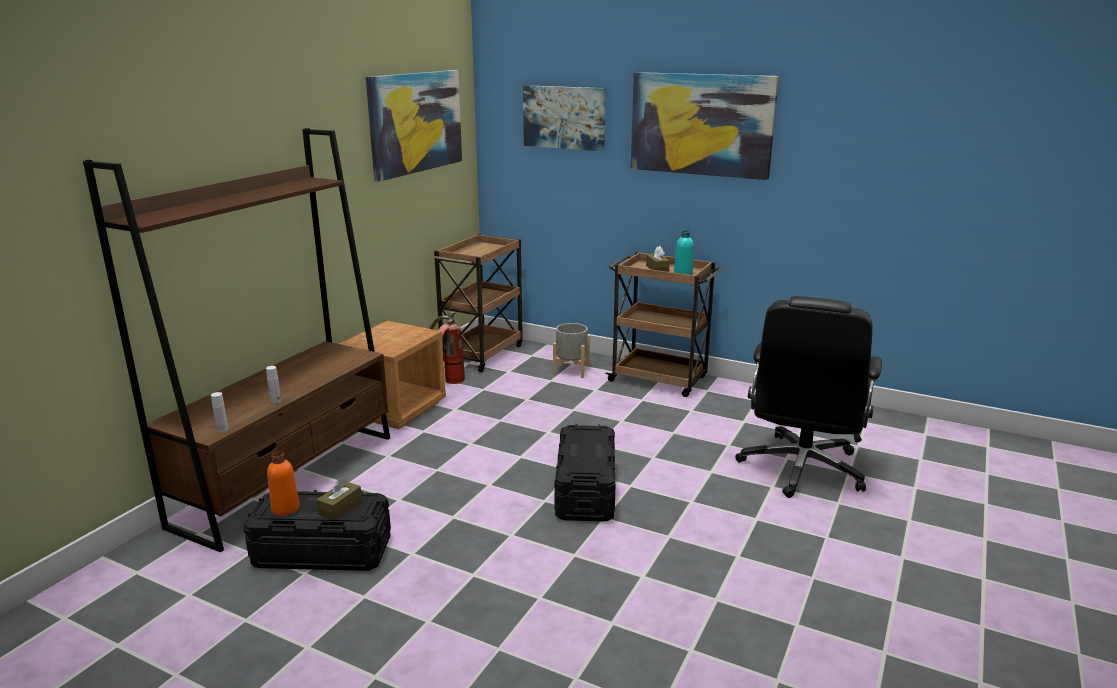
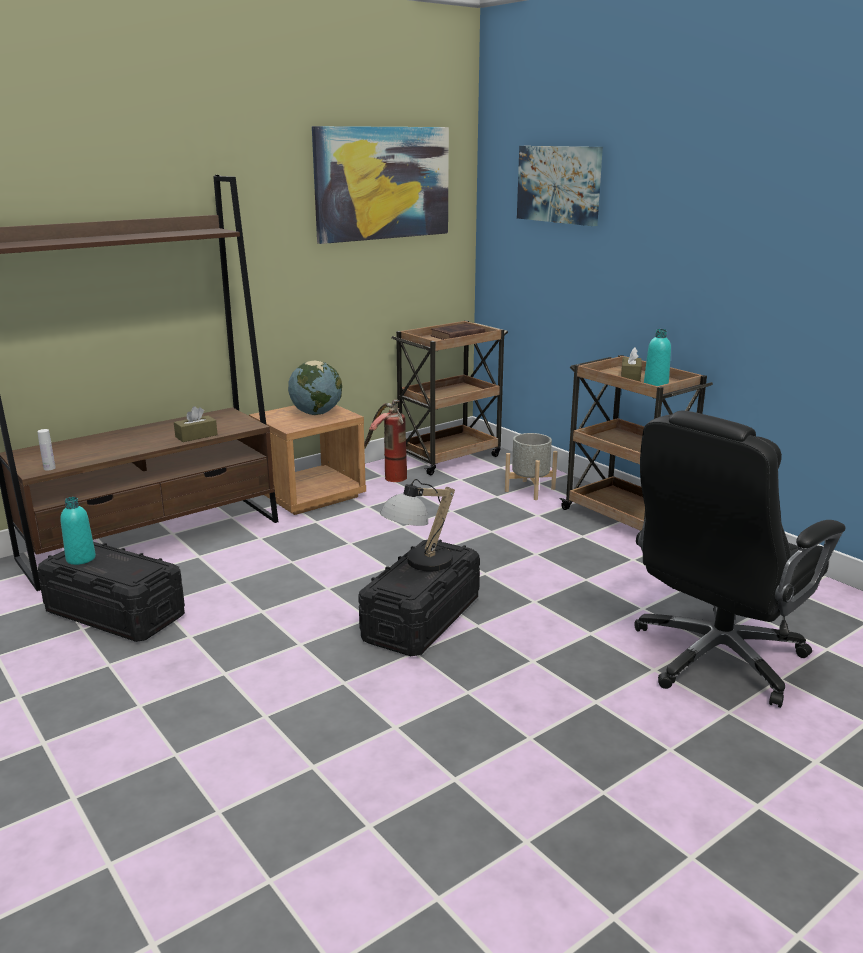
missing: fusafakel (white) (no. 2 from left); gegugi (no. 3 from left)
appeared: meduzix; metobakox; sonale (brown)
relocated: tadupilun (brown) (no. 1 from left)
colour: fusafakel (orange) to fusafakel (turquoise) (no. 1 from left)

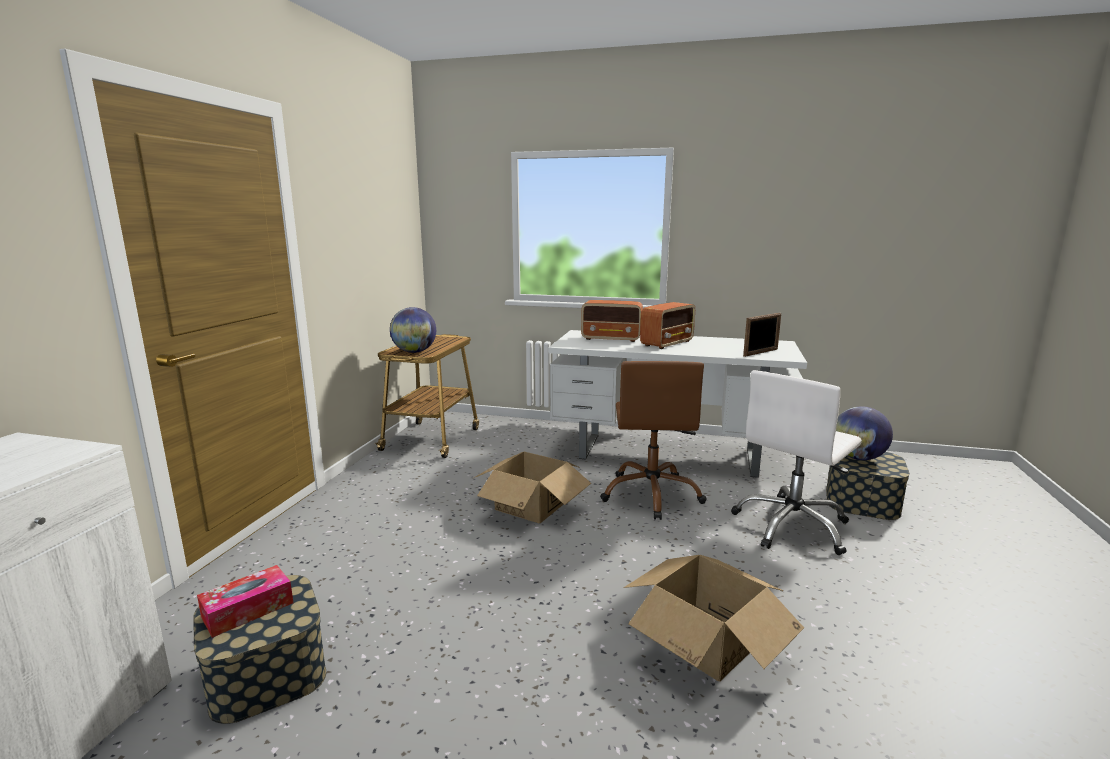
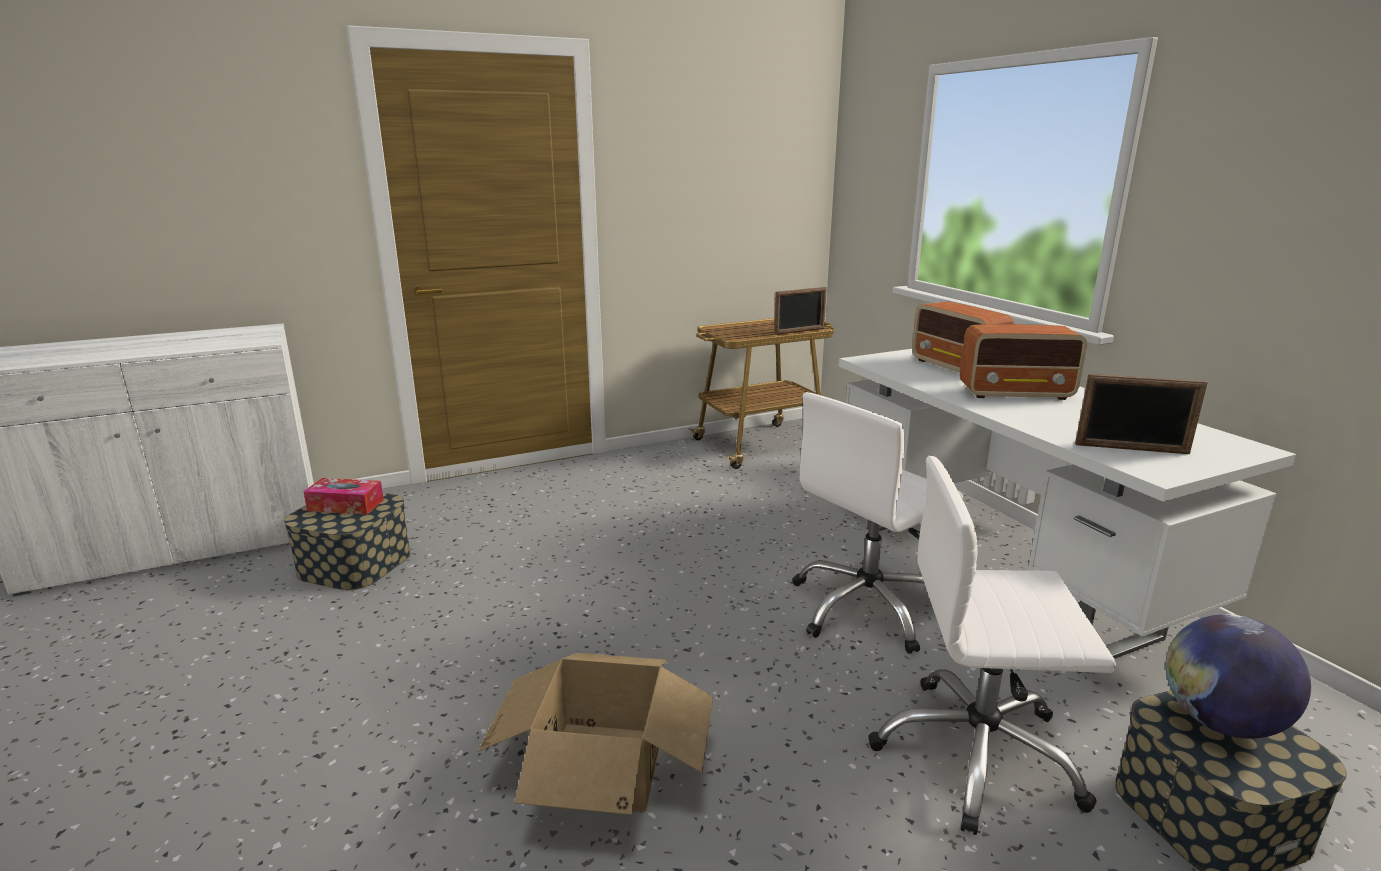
missing: meduzix (no. 1 from left); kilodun (no. 1 from left)
appeared: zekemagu (no. 1 from left)
colour: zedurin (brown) to zedurin (white) (no. 1 from left)

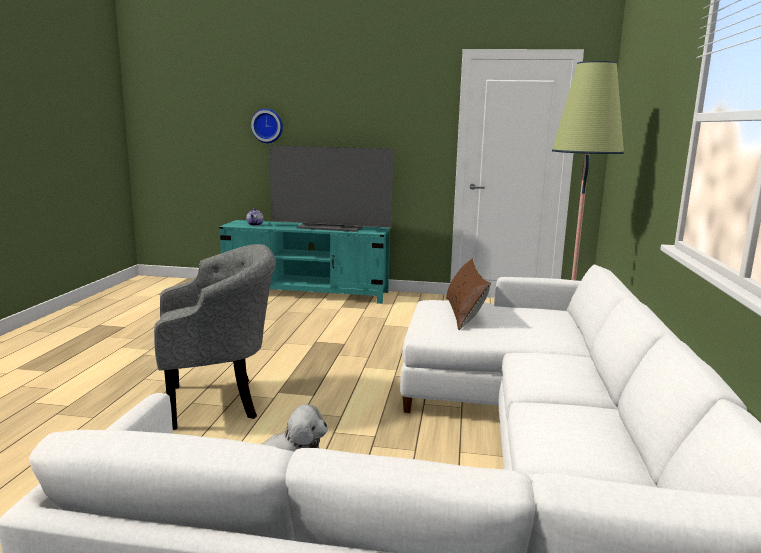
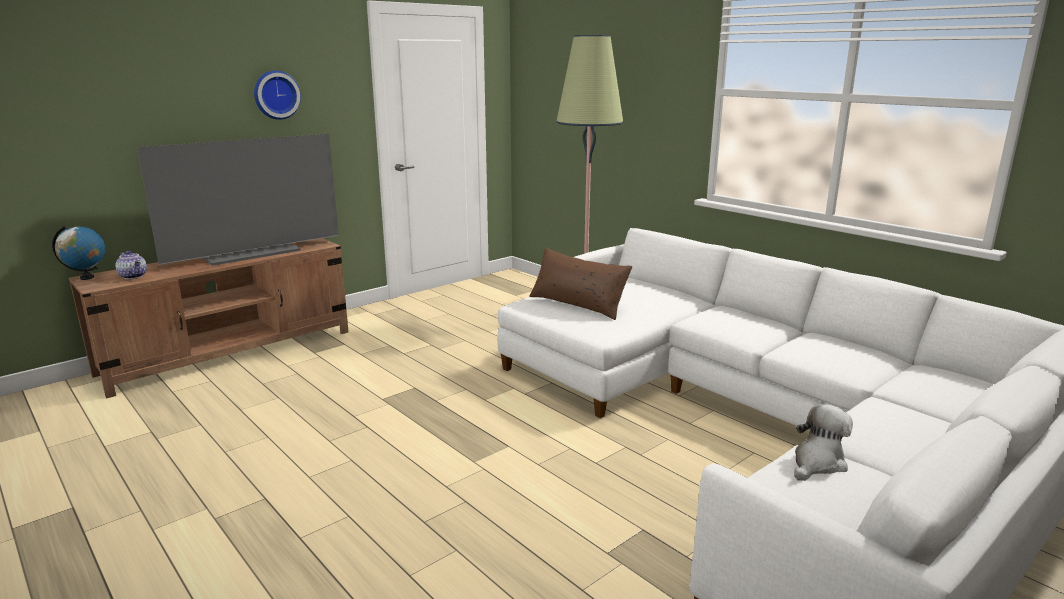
missing: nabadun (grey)
appeared: meduzix
relocated: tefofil
colour: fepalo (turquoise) to fepalo (brown)

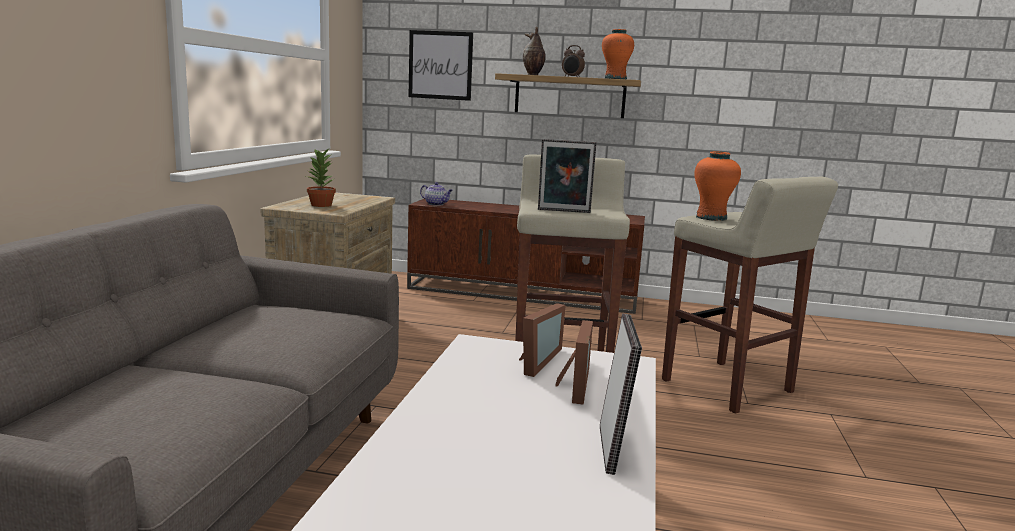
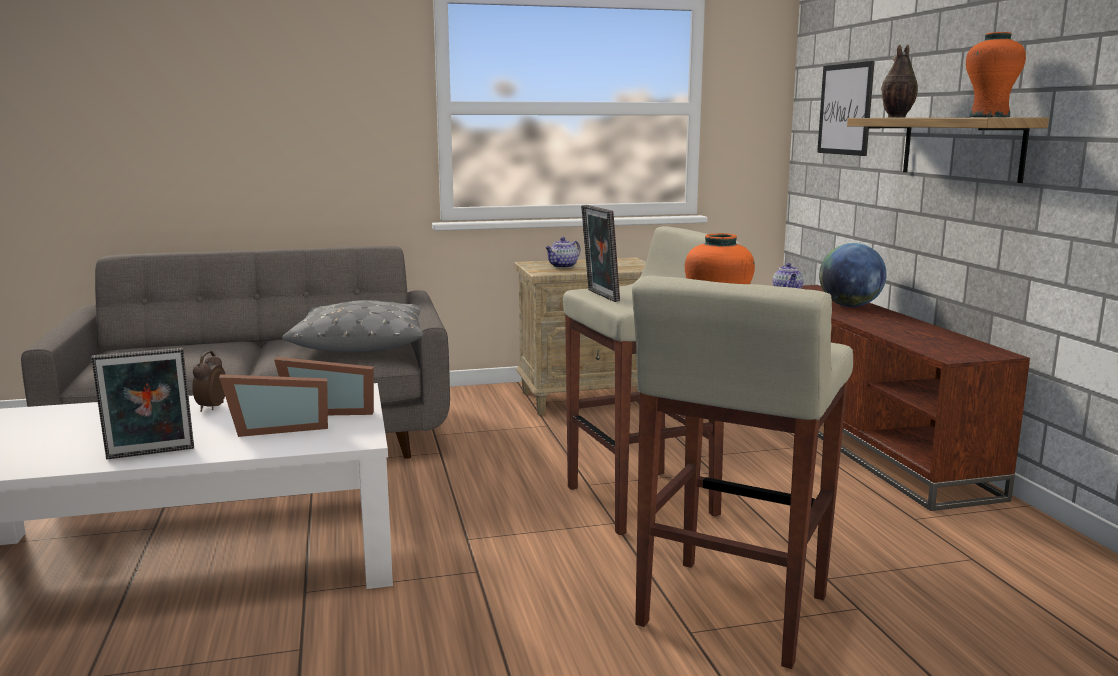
appeared: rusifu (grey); meduzix
relocated: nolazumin
exchanged: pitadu to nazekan (no. 1 from left)

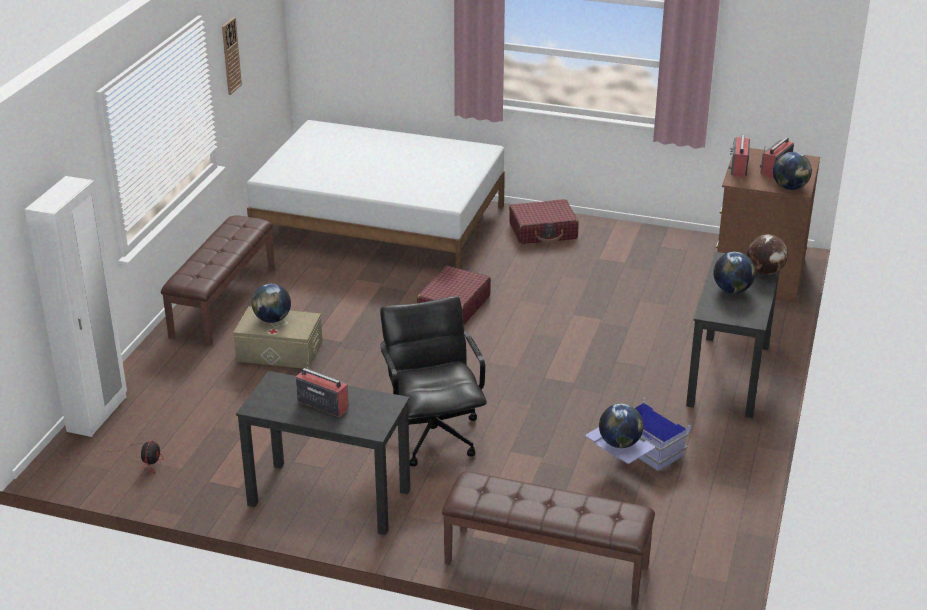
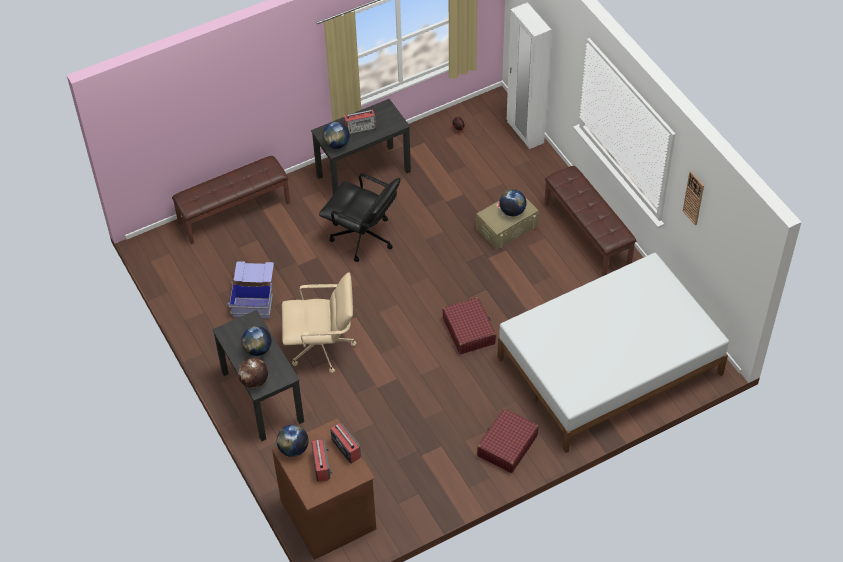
appeared: zedurin (beige)
relocated: meduzix (no. 2 from left in the first image) to meduzix (no. 4 from left)

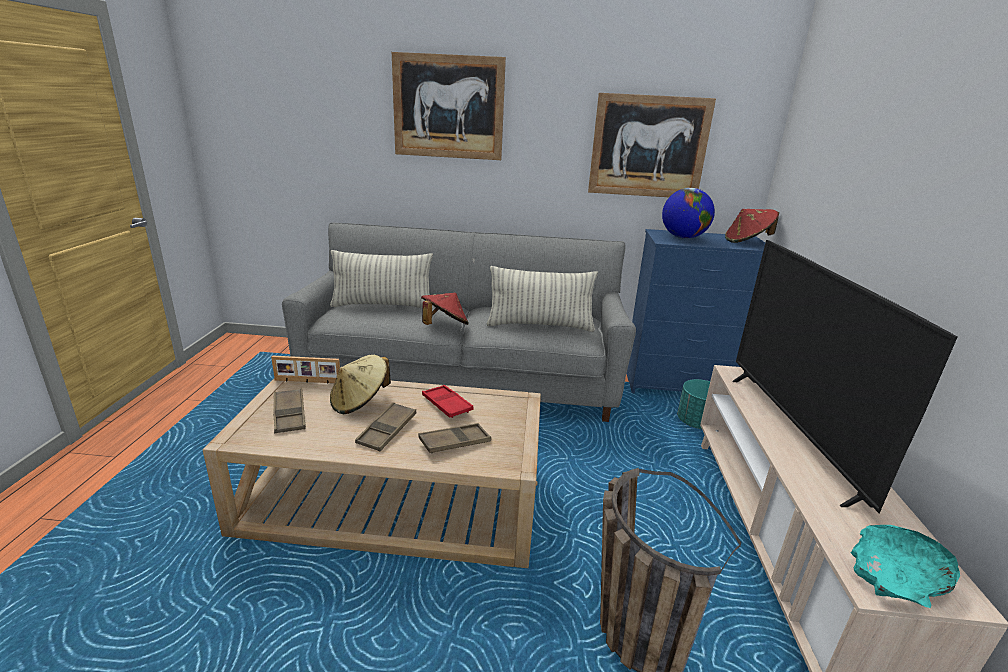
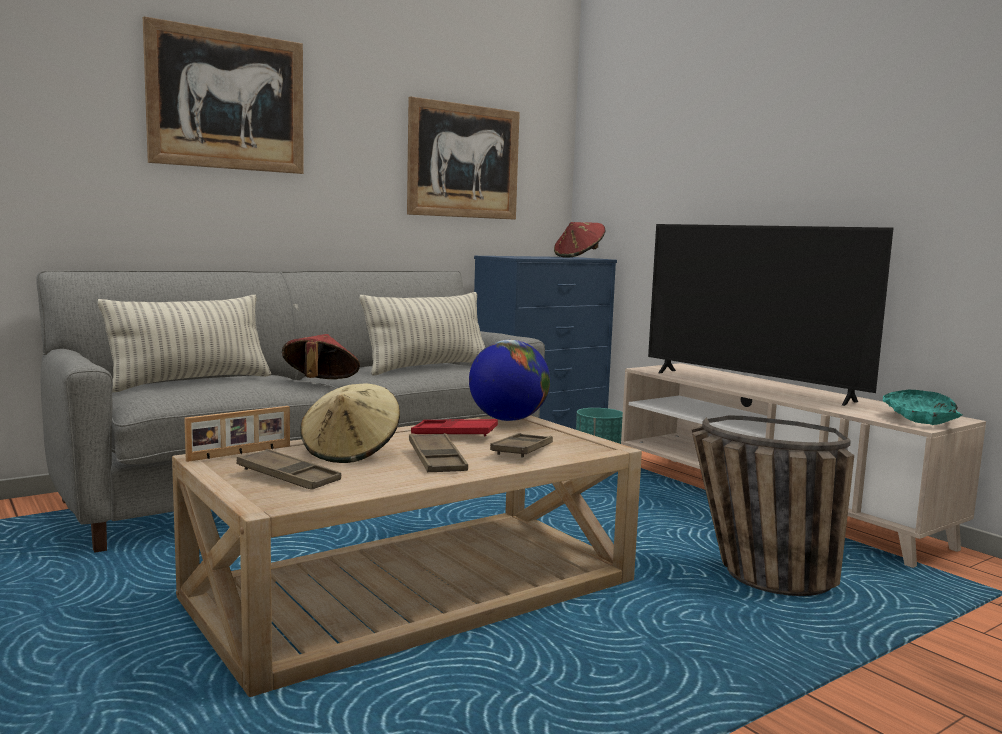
relocated: meduzix

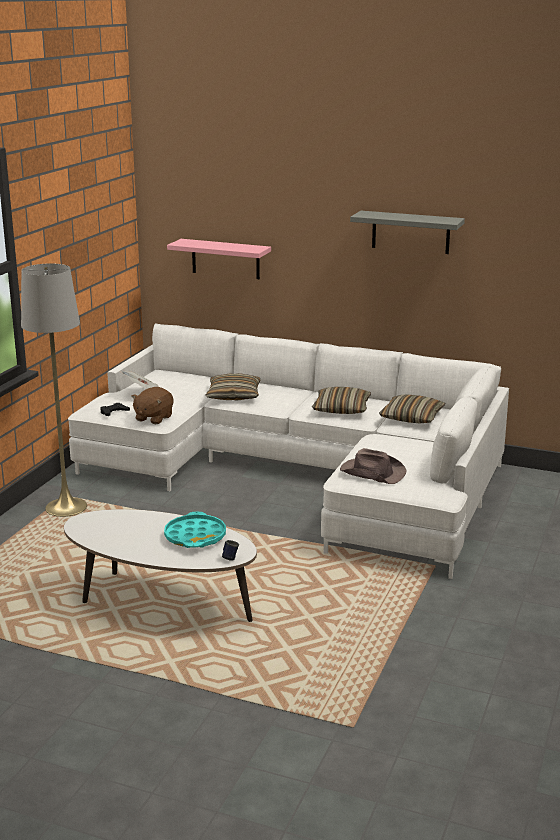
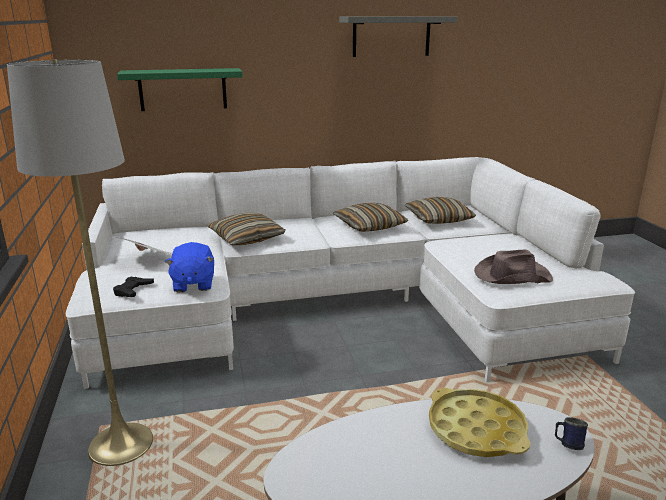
colour: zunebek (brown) to zunebek (blue); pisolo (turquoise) to pisolo (yellow); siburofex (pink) to siburofex (green)

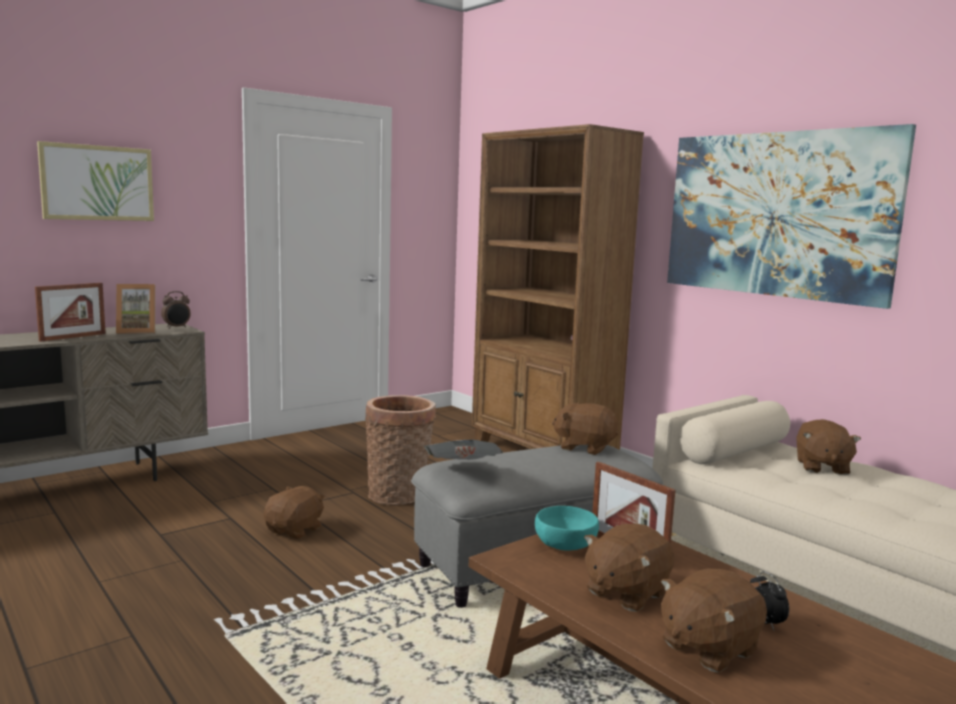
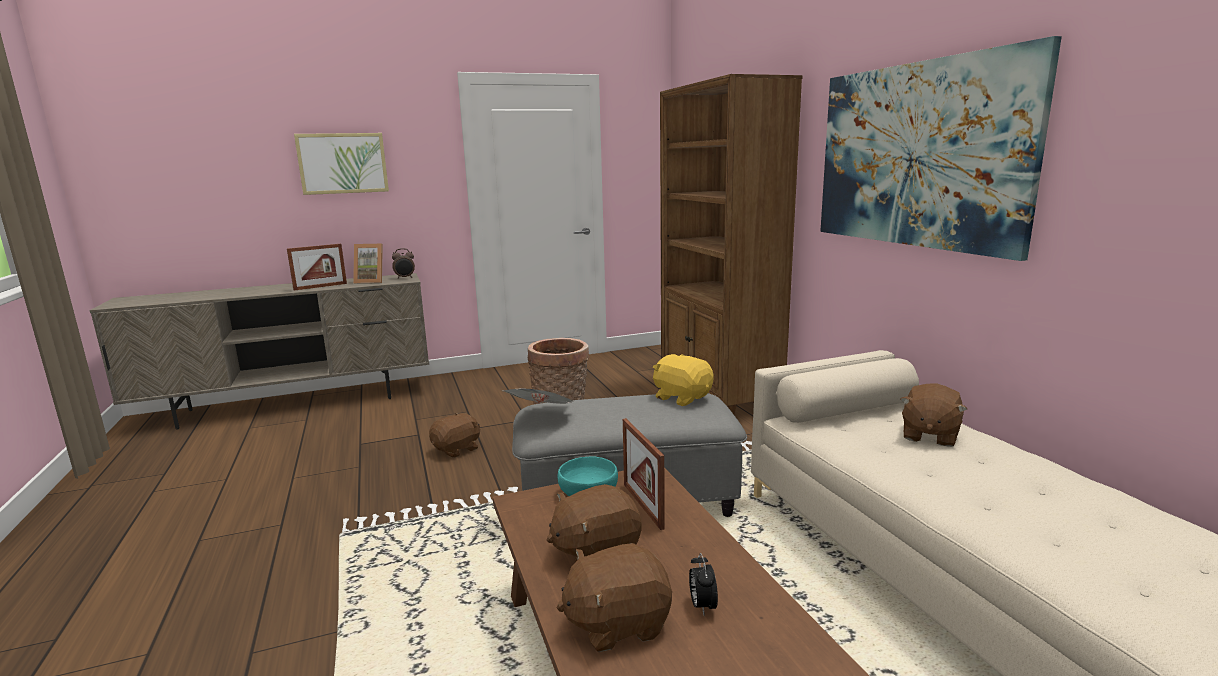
colour: zunebek (brown) (no. 2 from left) to zunebek (yellow)

